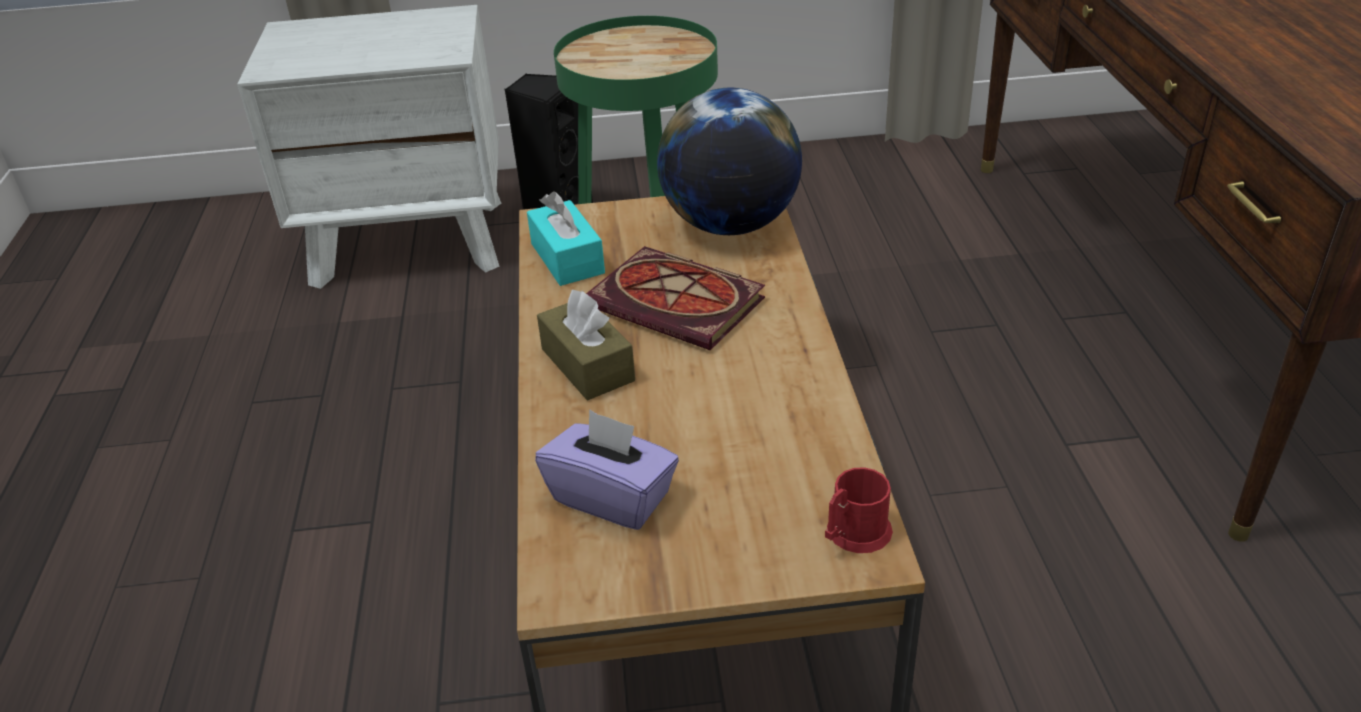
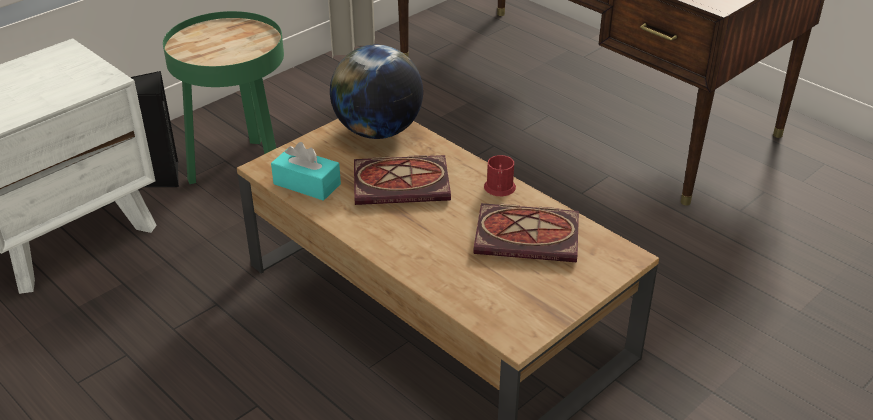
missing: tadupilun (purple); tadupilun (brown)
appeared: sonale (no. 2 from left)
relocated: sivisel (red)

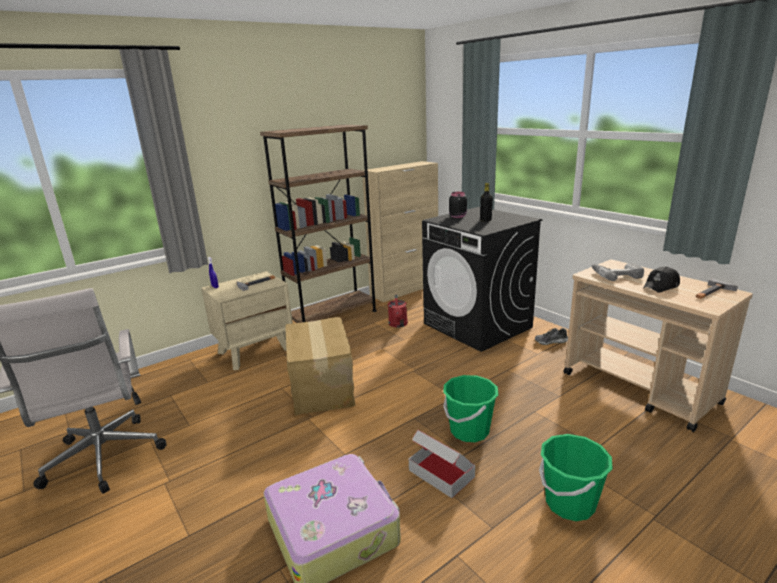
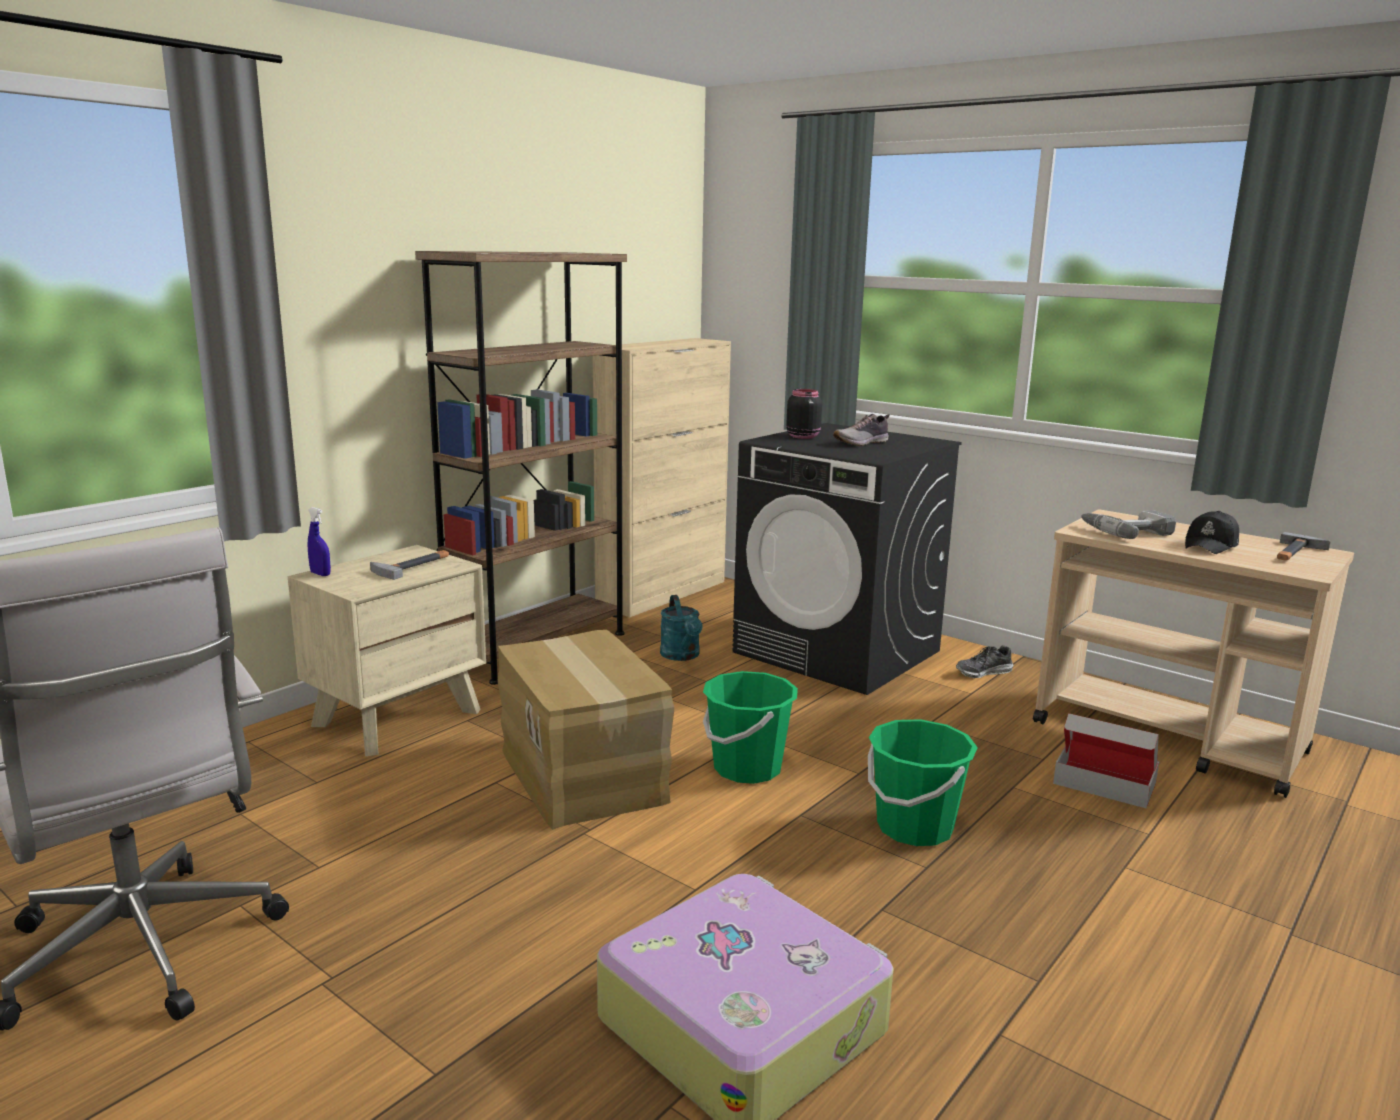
relocated: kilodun (no. 2 from left); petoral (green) (no. 2 from left in the first image) to petoral (green) (no. 1 from left)
exchanged: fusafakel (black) to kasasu (no. 1 from left)
colour: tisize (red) to tisize (turquoise)

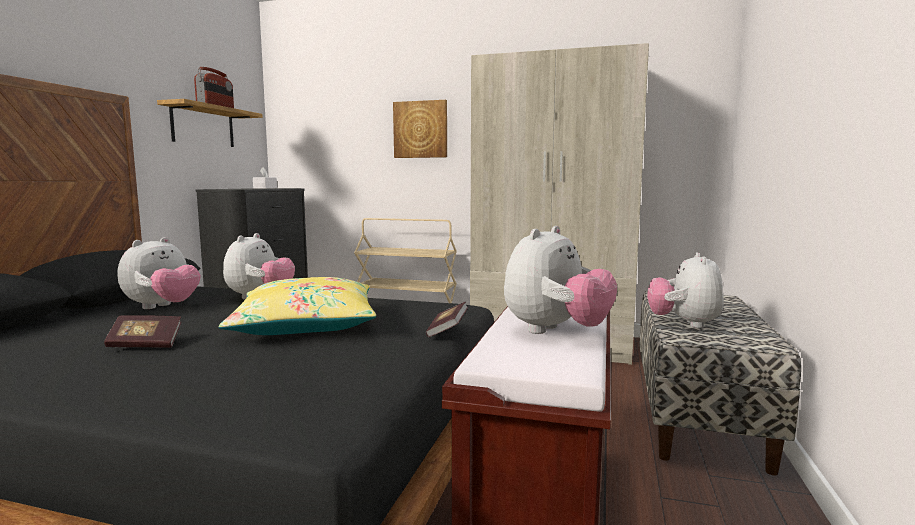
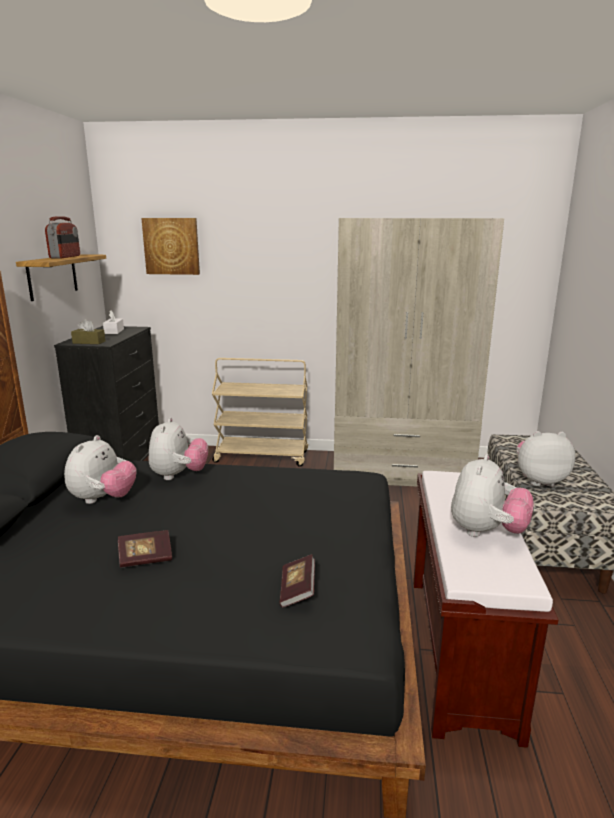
missing: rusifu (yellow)
appeared: tadupilun (brown)
relocated: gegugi; sonale (no. 2 from left)
spun: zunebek (no. 4 from left) 90 degrees clockwise

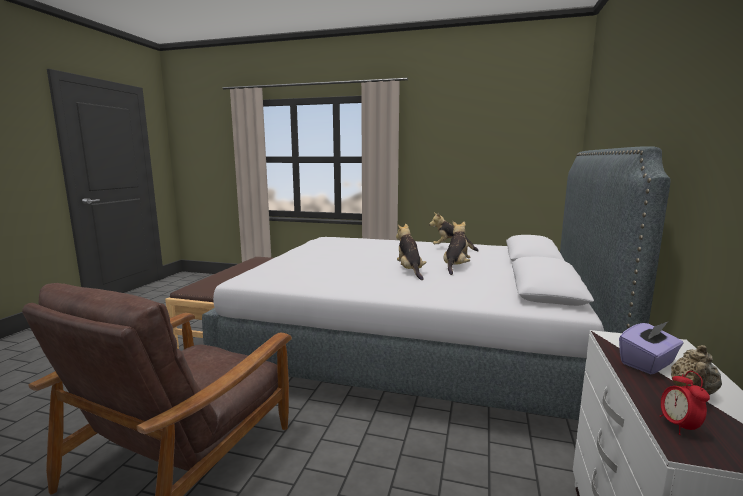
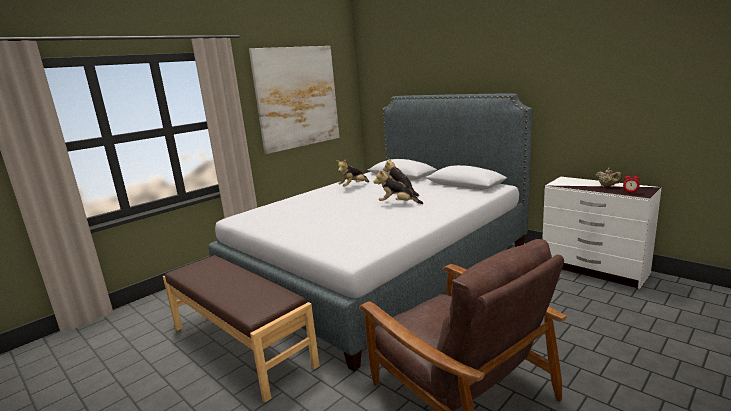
missing: tadupilun (purple)
appeared: gegugi

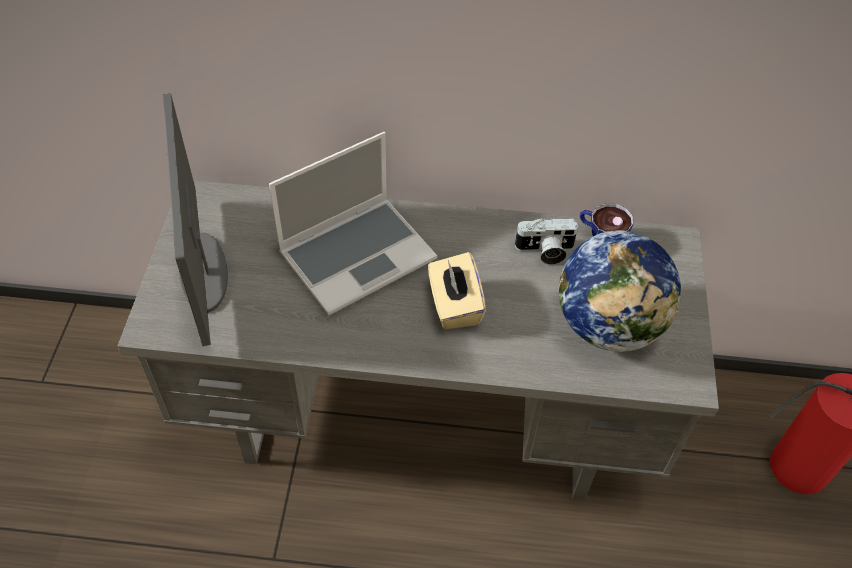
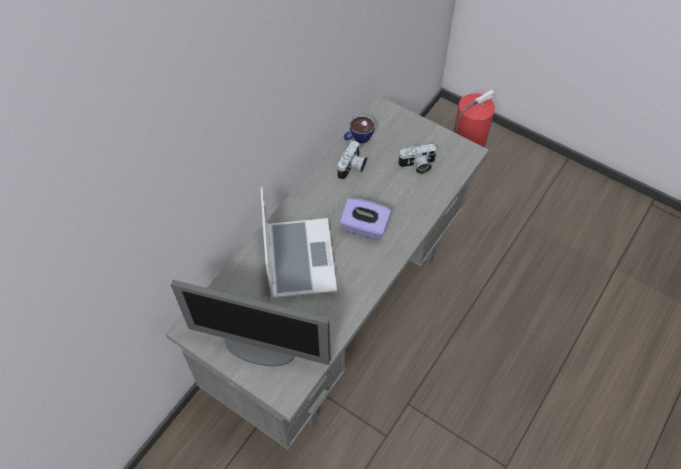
exchanged: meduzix to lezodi (no. 2 from left)
colour: tadupilun (beige) to tadupilun (purple)

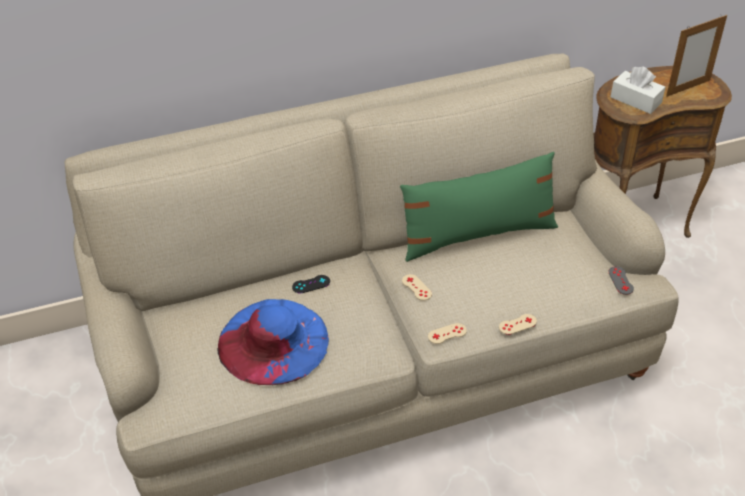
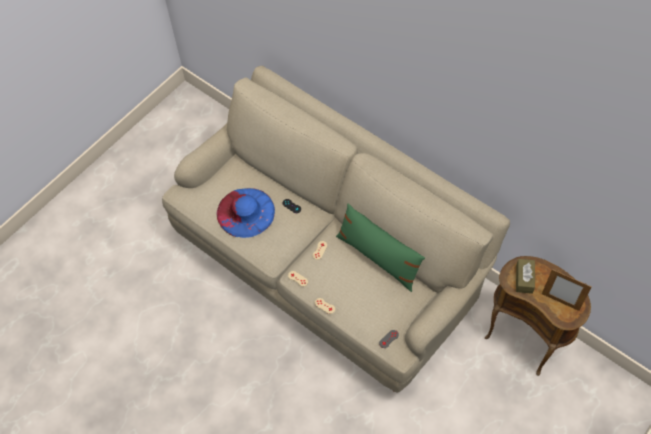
colour: tadupilun (white) to tadupilun (brown)

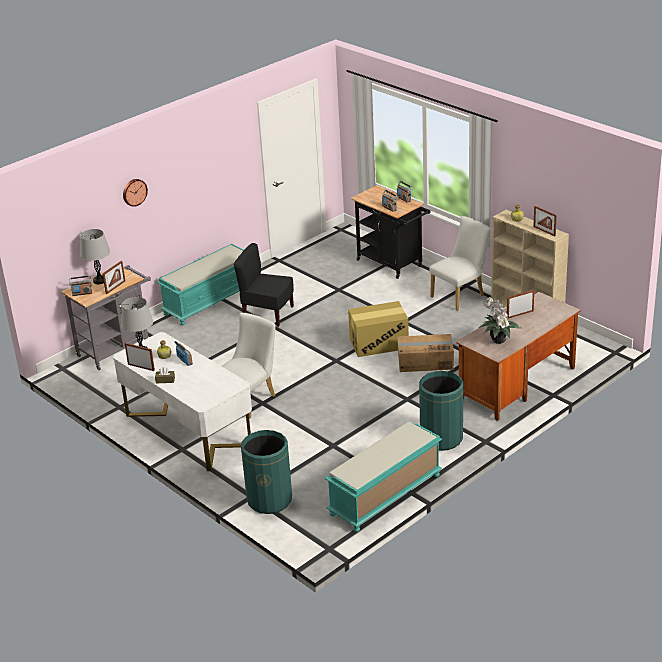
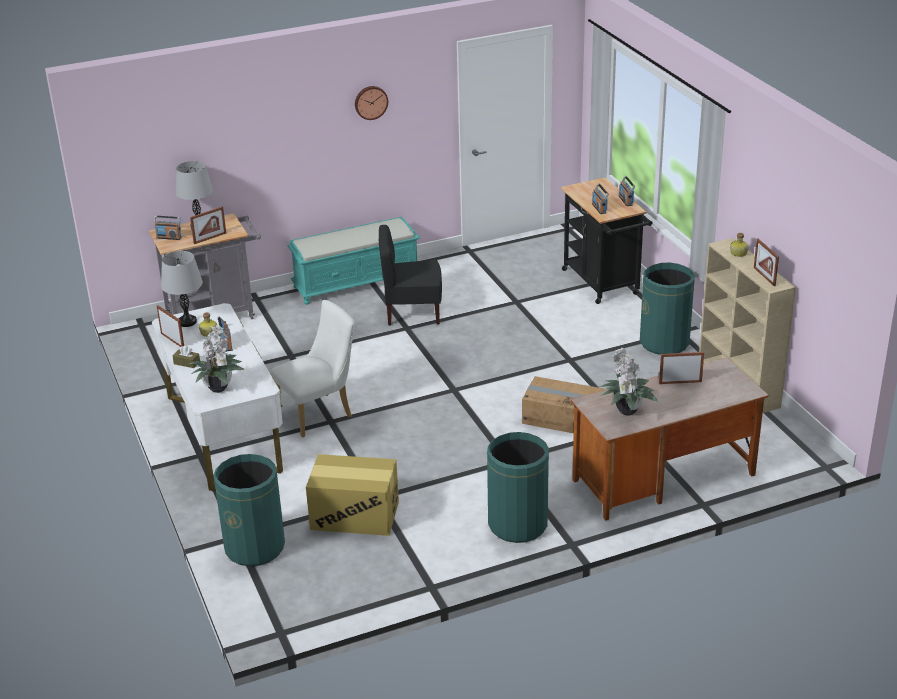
missing: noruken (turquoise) (no. 2 from left)
appeared: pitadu (no. 1 from left)
relocated: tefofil; kilodun (no. 1 from left)
exchanged: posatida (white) (no. 2 from left) to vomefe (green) (no. 3 from left)
spun: posatida (black) 45 degrees counterclockwise

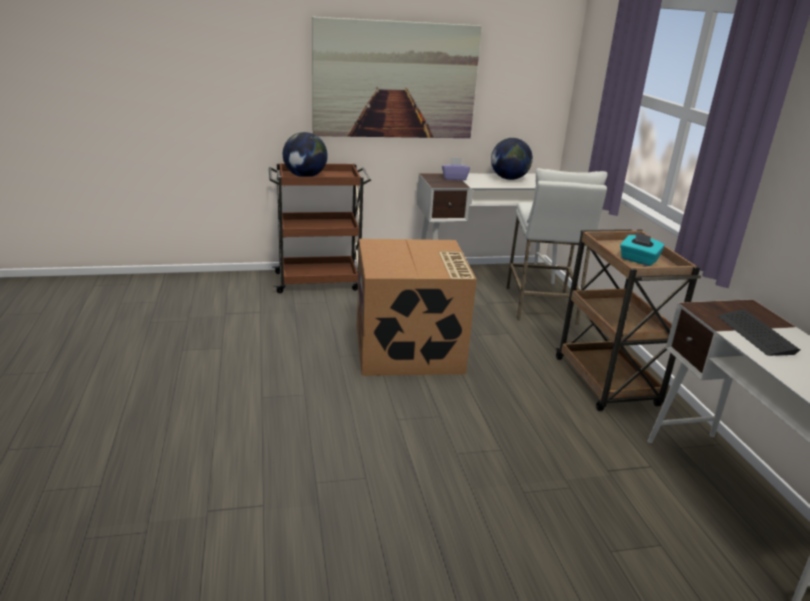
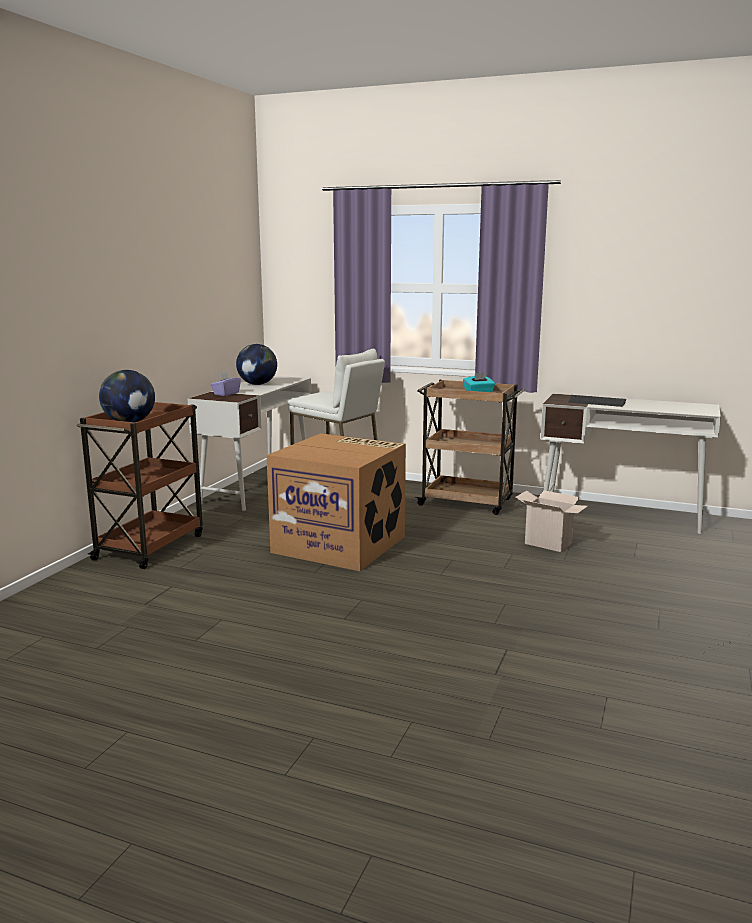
missing: gegugi
appeared: kilodun (no. 2 from left)

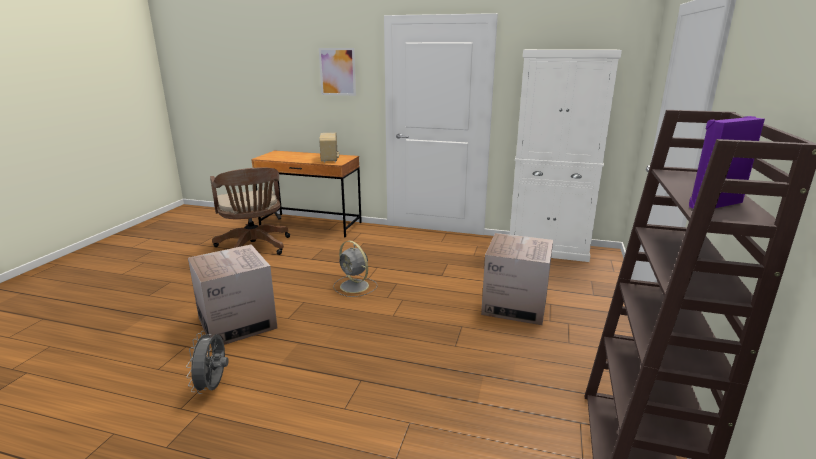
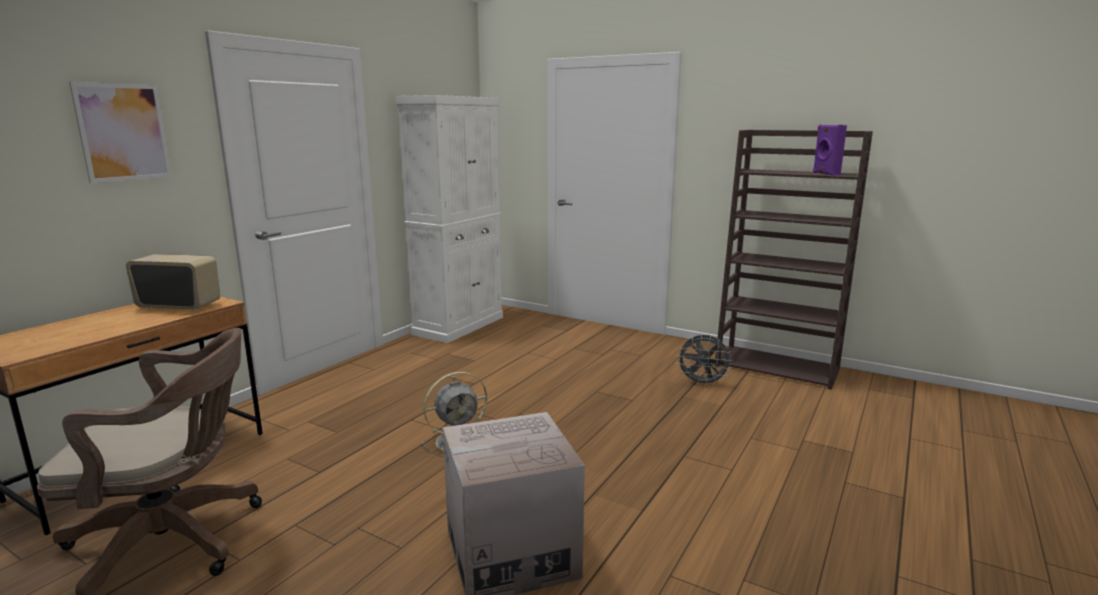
missing: kilodun (no. 2 from left)
relocated: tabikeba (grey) (no. 1 from left in the first image) to tabikeba (grey) (no. 2 from left)

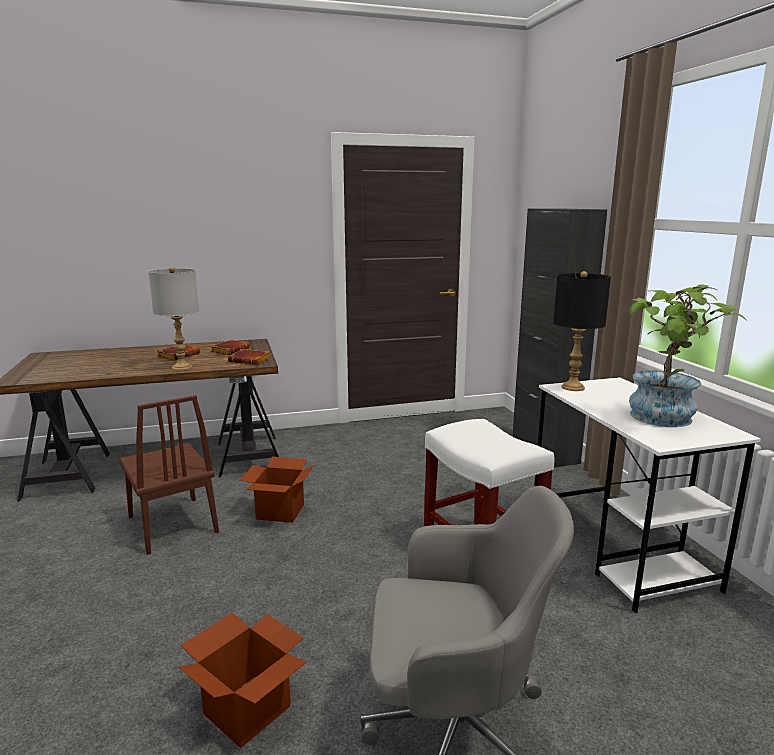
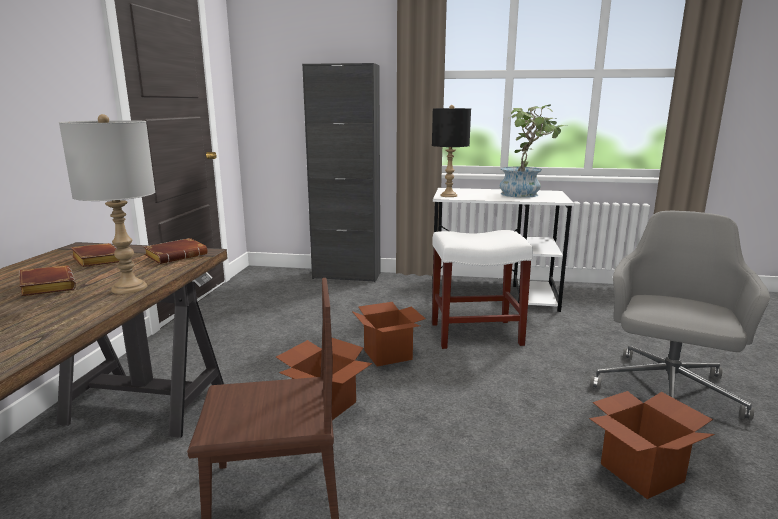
appeared: kilodun (no. 2 from left)

